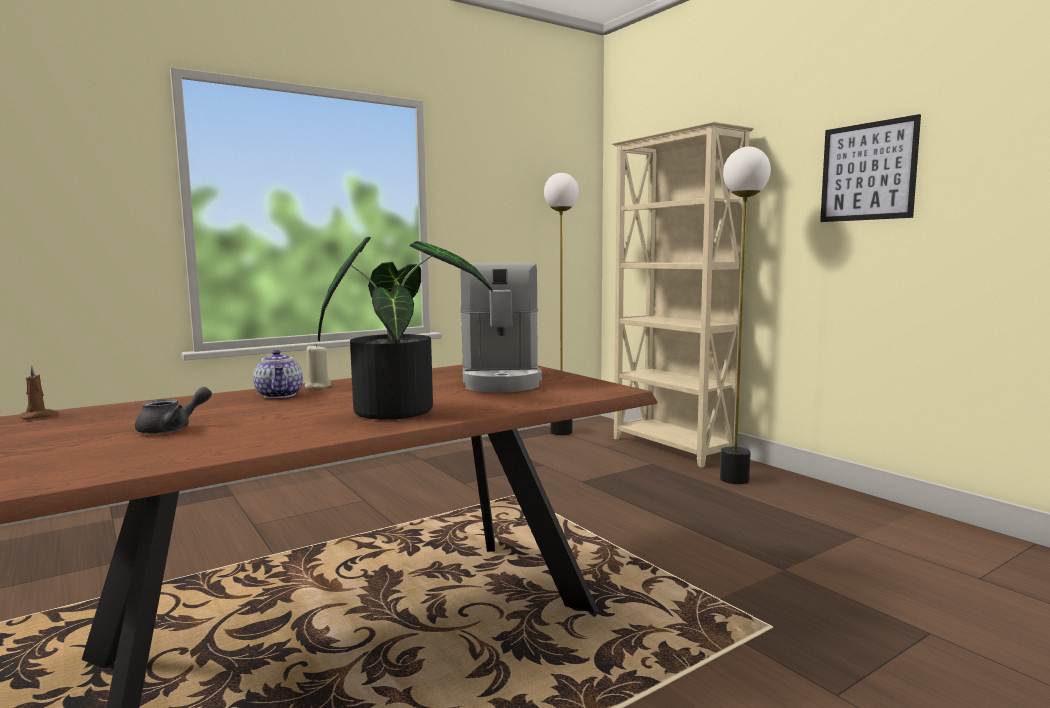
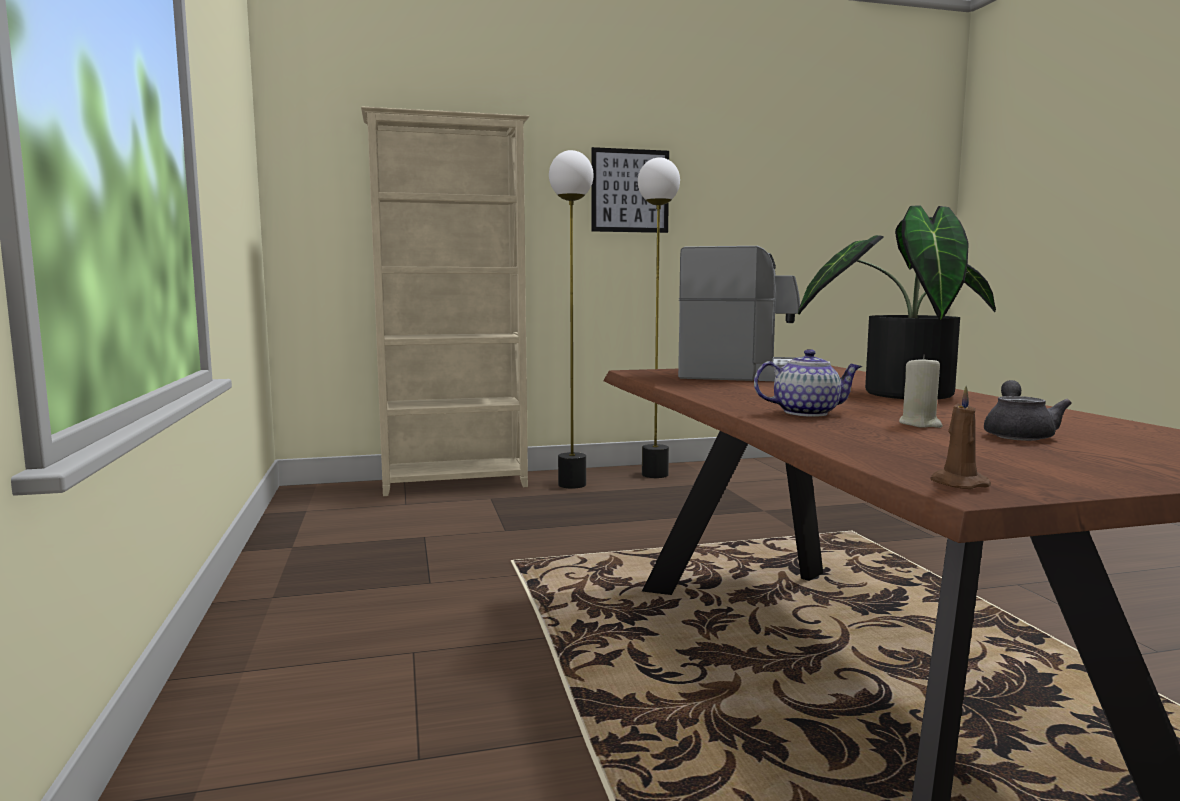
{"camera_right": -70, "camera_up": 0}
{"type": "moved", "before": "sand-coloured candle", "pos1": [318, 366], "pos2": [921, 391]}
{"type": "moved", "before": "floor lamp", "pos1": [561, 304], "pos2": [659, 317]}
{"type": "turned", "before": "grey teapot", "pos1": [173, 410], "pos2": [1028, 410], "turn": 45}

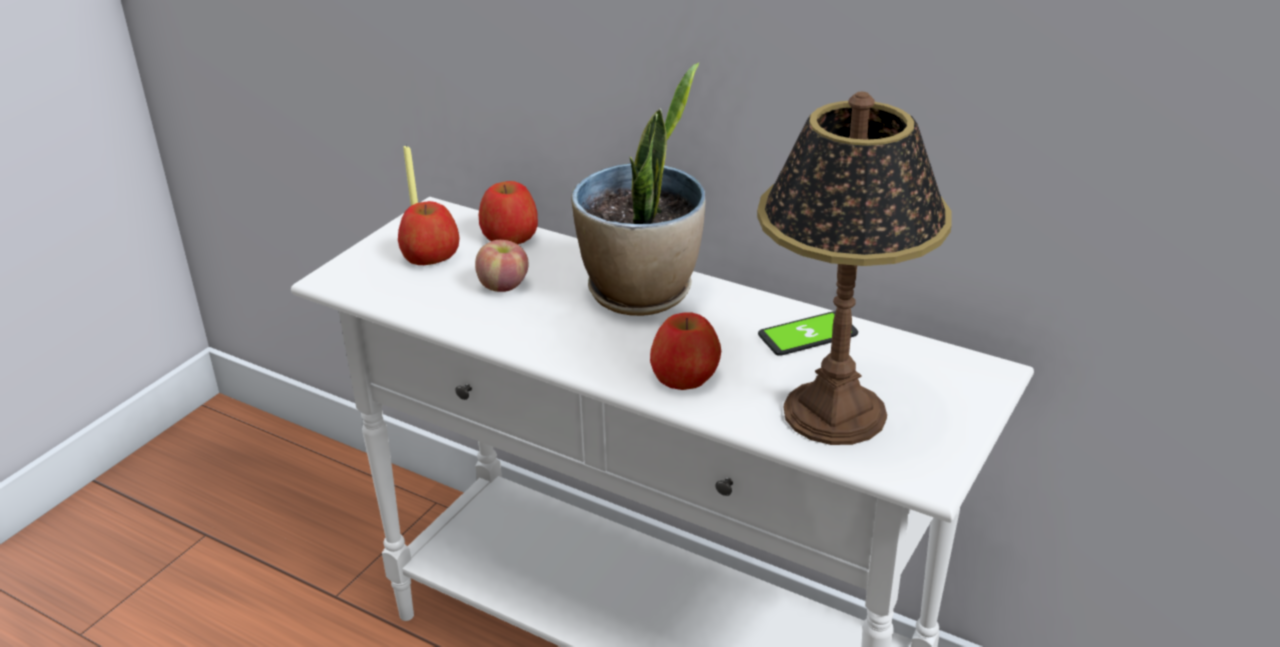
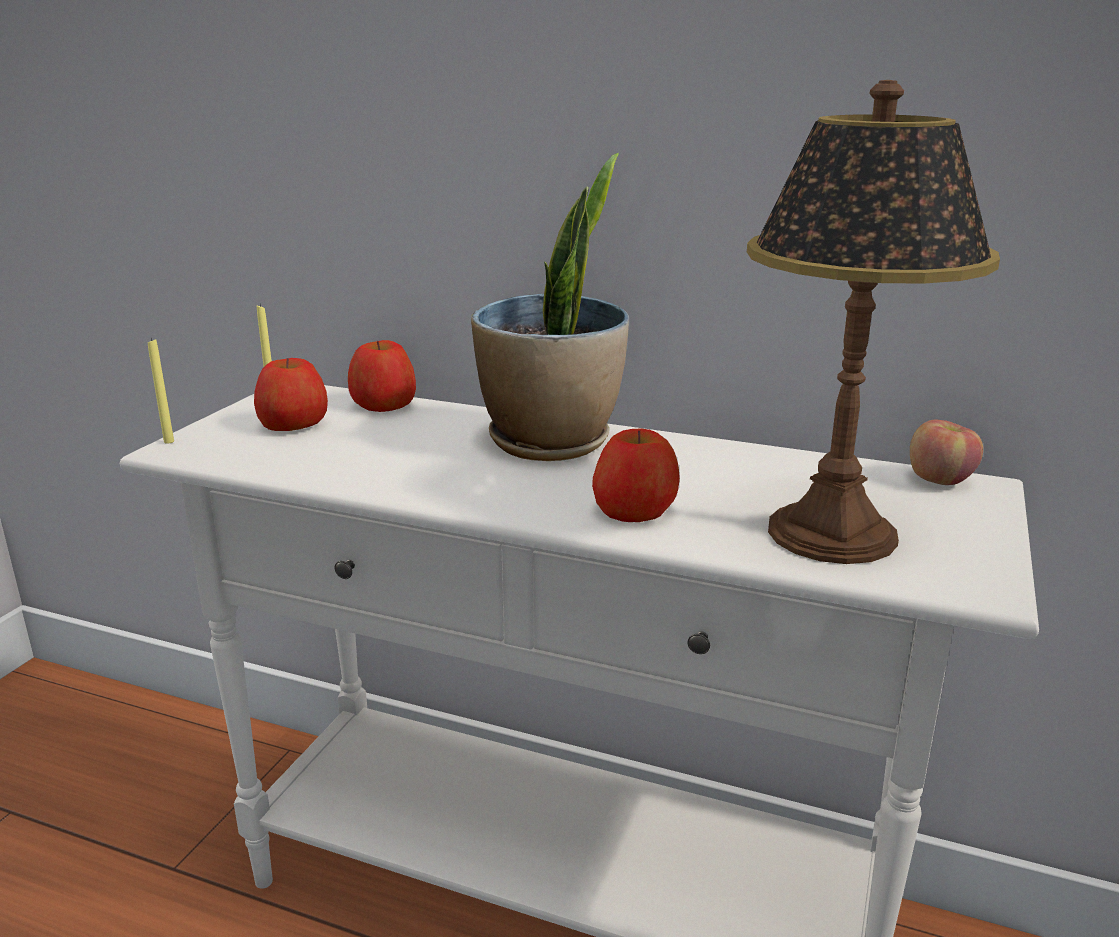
{"camera_right": -10, "camera_up": -10}
{"type": "removed", "before": "handset", "pos1": [808, 333]}
{"type": "added", "after": "yellow candle", "pos2": [161, 391]}
{"type": "moved", "before": "apple", "pos1": [502, 266], "pos2": [946, 452]}

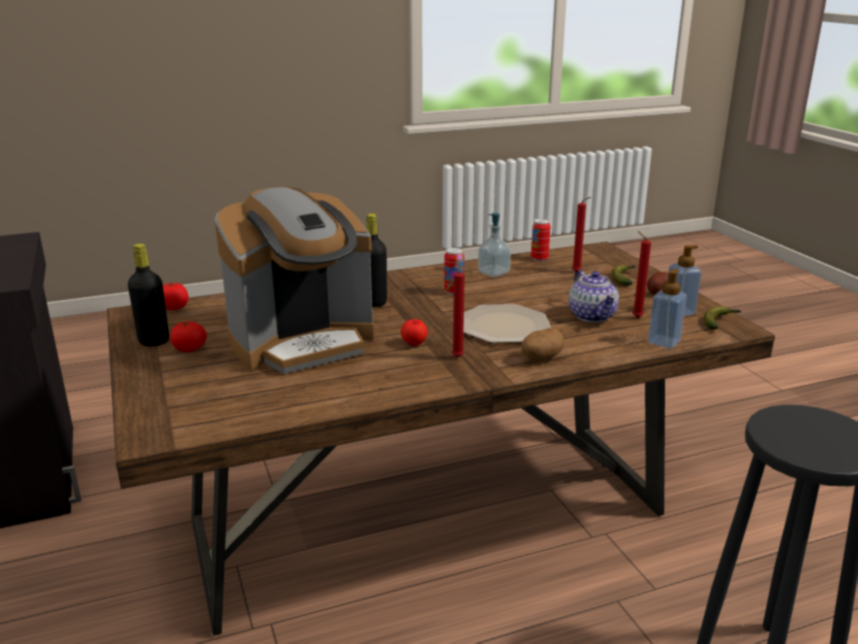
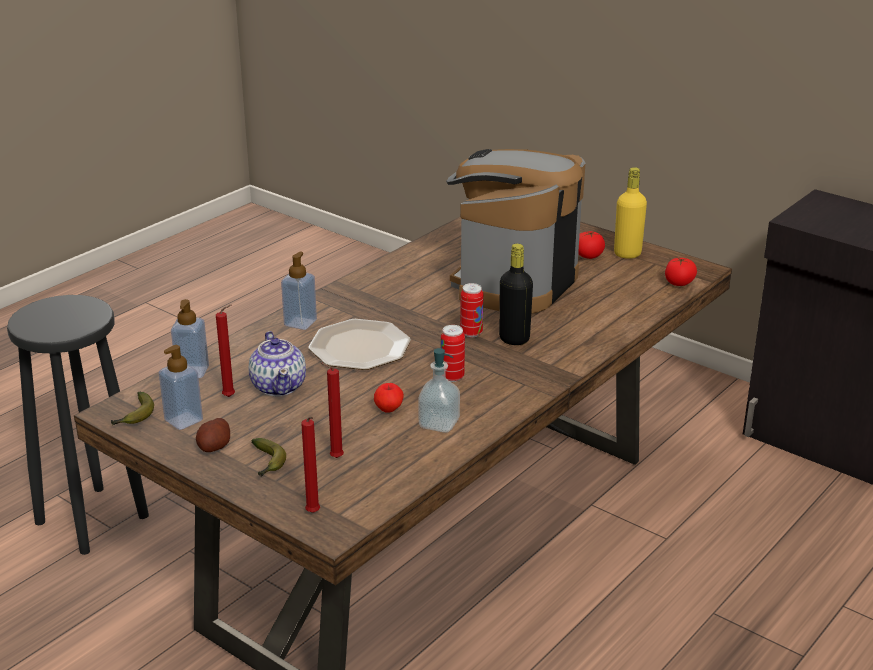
{"camera_right": 150, "camera_up": 5}
{"type": "moved", "before": "apple", "pos1": [414, 332], "pos2": [389, 398]}
{"type": "moved", "before": "red-coloured candle", "pos1": [458, 309], "pos2": [310, 465]}
{"type": "moved", "before": "sealed can", "pos1": [541, 240], "pos2": [472, 310]}
{"type": "replaced", "before": "potato", "after": "soap dispenser", "pos1": [542, 344], "pos2": [299, 291]}
{"type": "recoloured", "before": "black drink bottle", "after": "yellow drink bottle", "pos1": [148, 295], "pos2": [630, 213]}
{"type": "turned", "before": "teapot", "pos1": [594, 296], "pos2": [277, 363], "turn": -150}

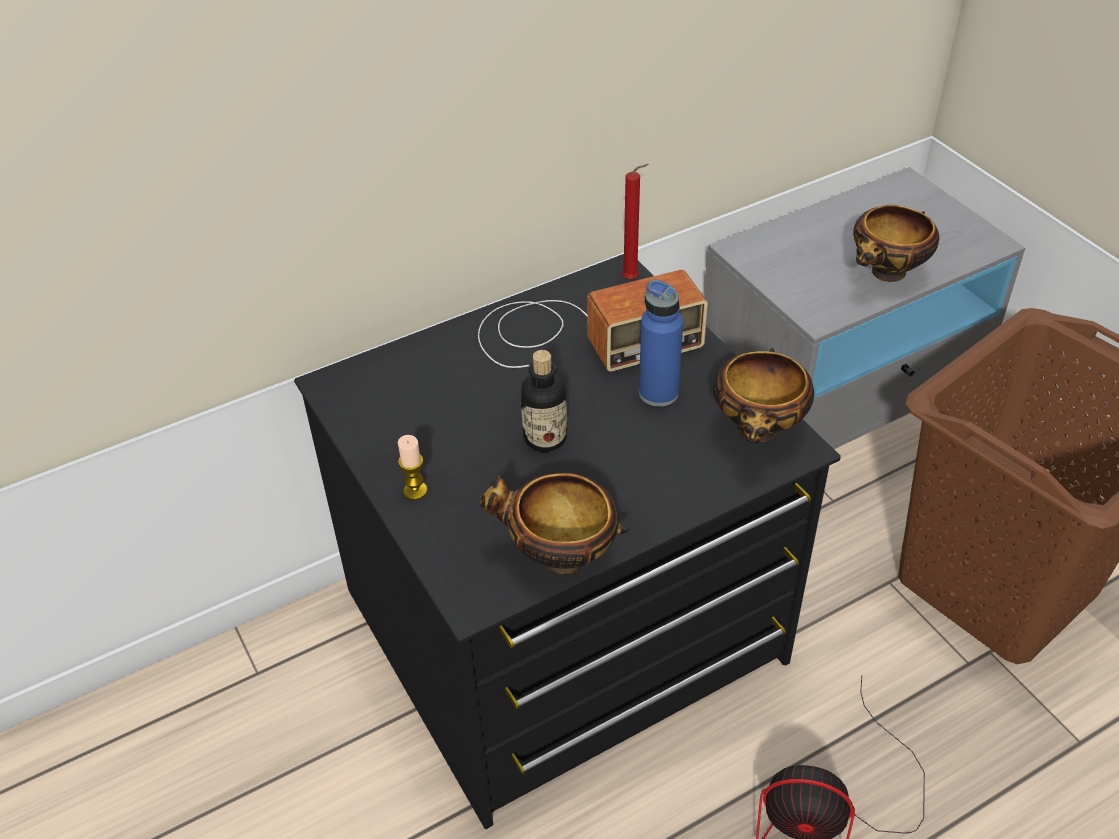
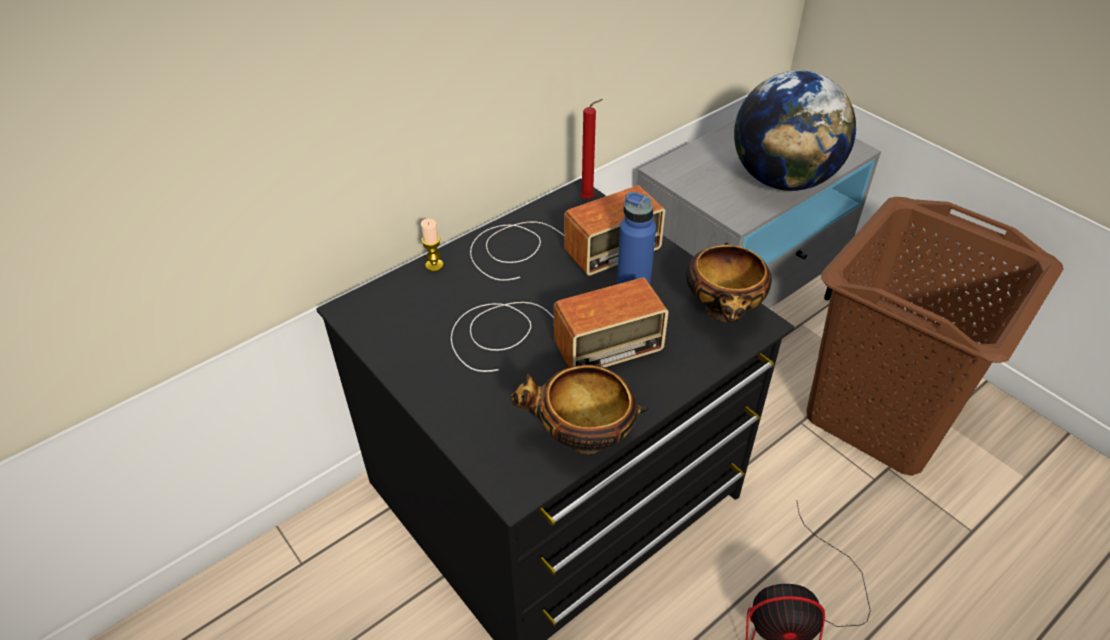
{"camera_right": -10, "camera_up": 0}
{"type": "moved", "before": "candle", "pos1": [413, 467], "pos2": [432, 245]}
{"type": "replaced", "before": "drink bottle", "after": "radio receiver", "pos1": [543, 401], "pos2": [560, 325]}
{"type": "replaced", "before": "serving bowl", "after": "desk globe", "pos1": [896, 243], "pos2": [795, 130]}

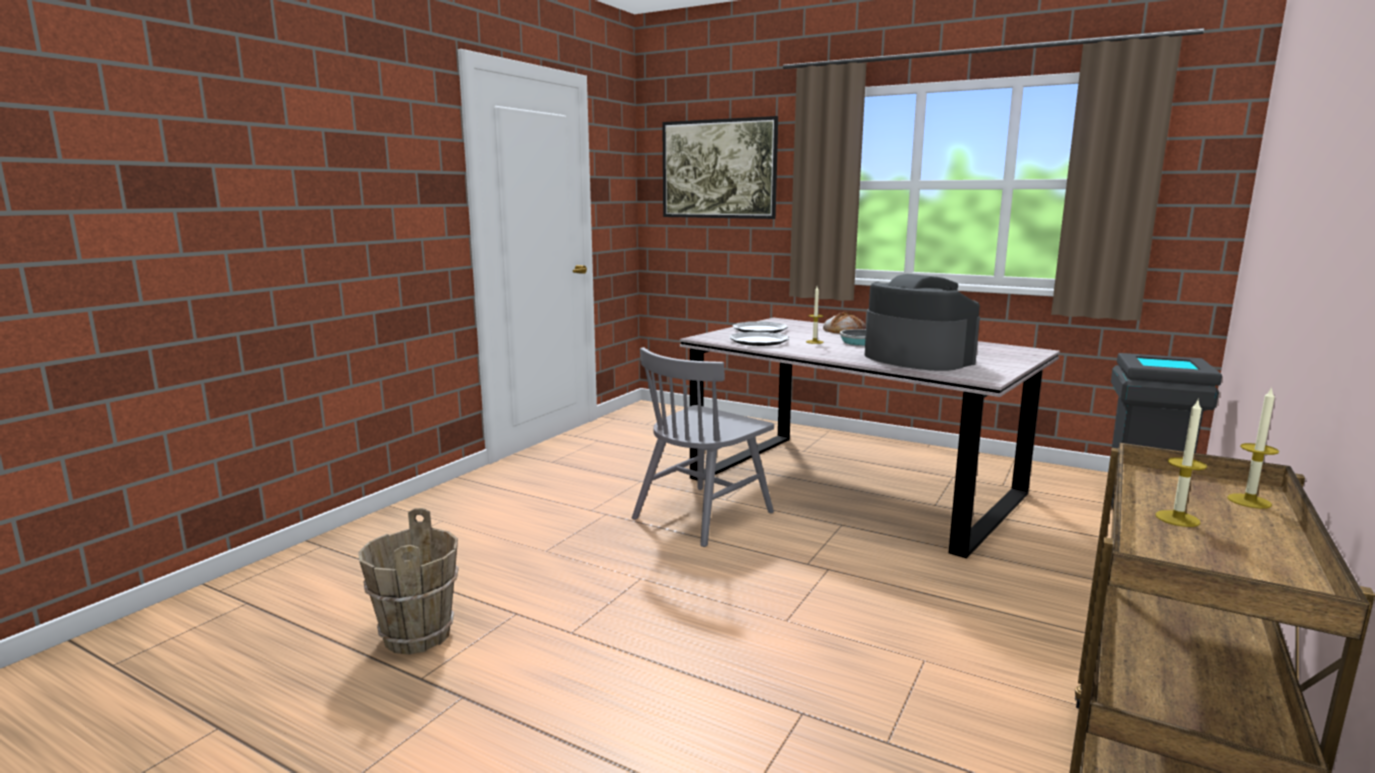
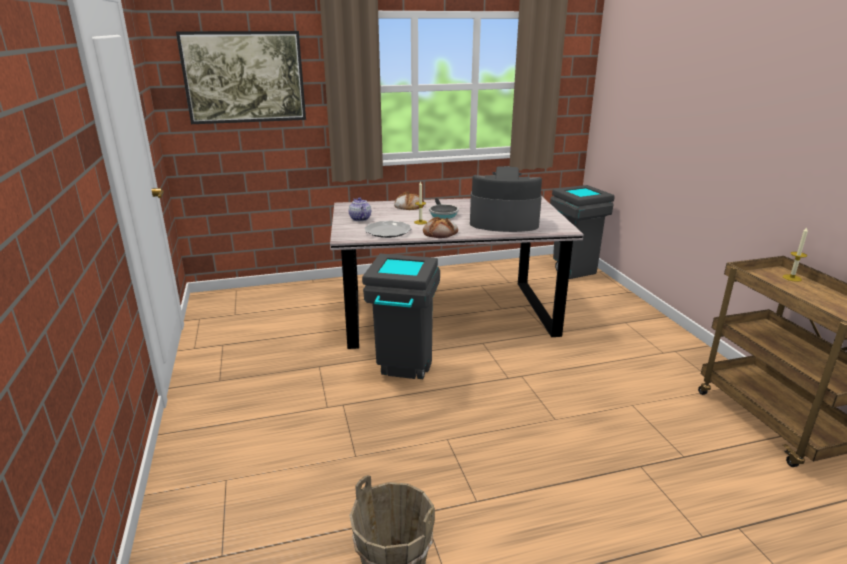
{"camera_right": -45, "camera_up": 10}
{"type": "removed", "before": "candle", "pos1": [1181, 463]}
{"type": "added", "after": "bread", "pos2": [440, 227]}
{"type": "replaced", "before": "grey plain chair", "after": "grey waste bin", "pos1": [703, 447], "pos2": [401, 316]}
{"type": "replaced", "before": "flat dish", "after": "teapot", "pos1": [760, 327], "pos2": [360, 209]}

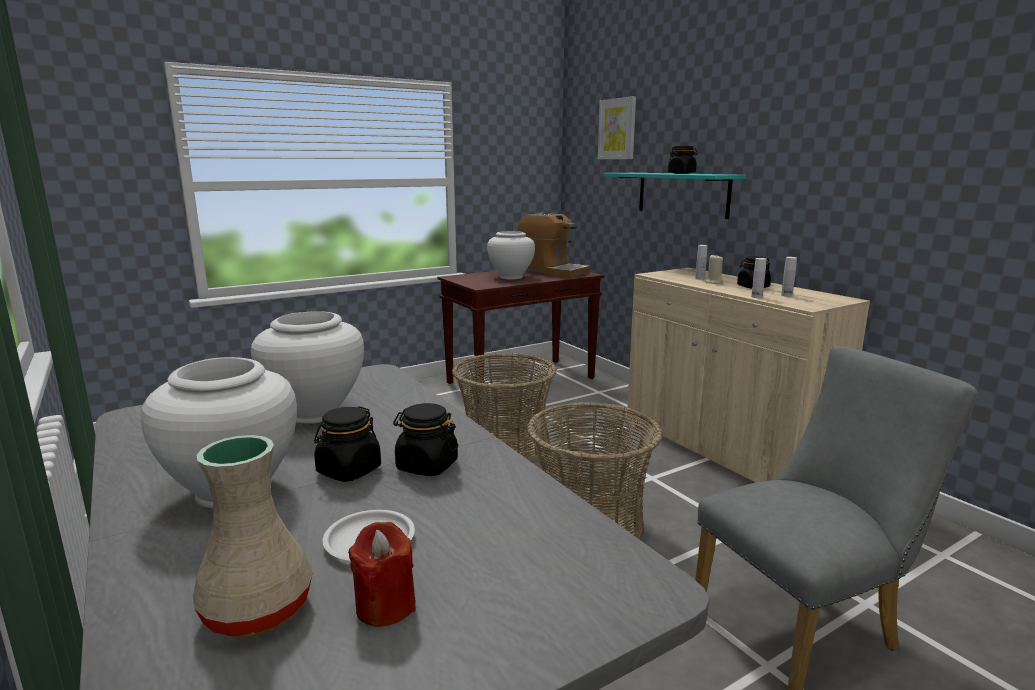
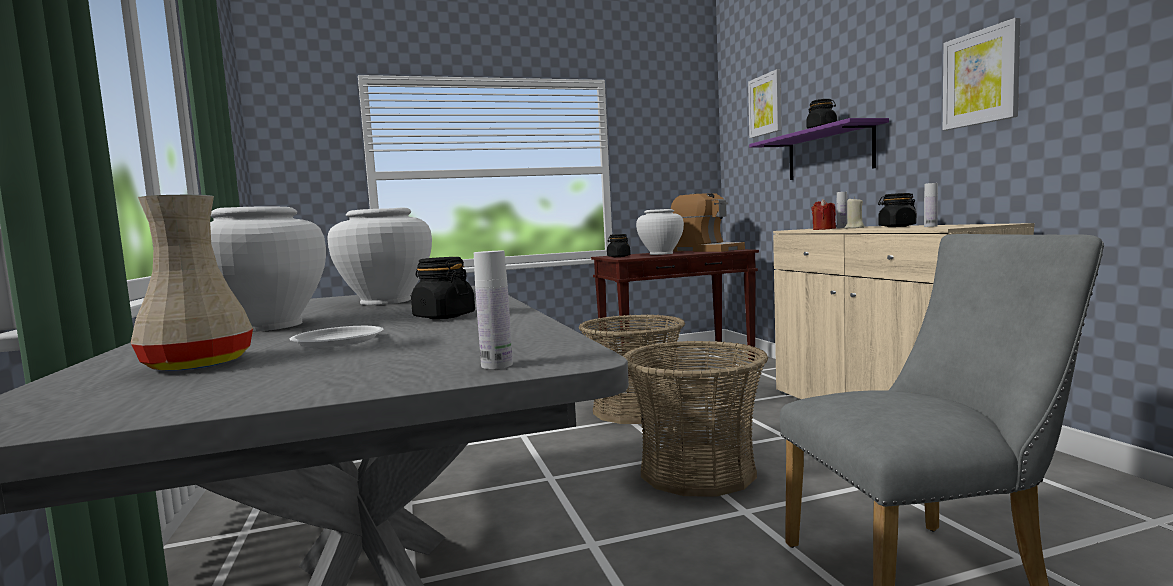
{"camera_right": 15, "camera_up": -10}
{"type": "added", "after": "wall art", "pos2": [981, 74]}
{"type": "moved", "before": "black preserve jar", "pos1": [347, 444], "pos2": [619, 245]}
{"type": "moved", "before": "red-coloured candle", "pos1": [382, 574], "pos2": [824, 214]}
{"type": "moved", "before": "white drink bottle", "pos1": [759, 278], "pos2": [493, 310]}
{"type": "recoloured", "before": "turquoise-coloured wall shelf", "after": "purple-coloured wall shelf", "pos1": [675, 196], "pos2": [819, 149]}

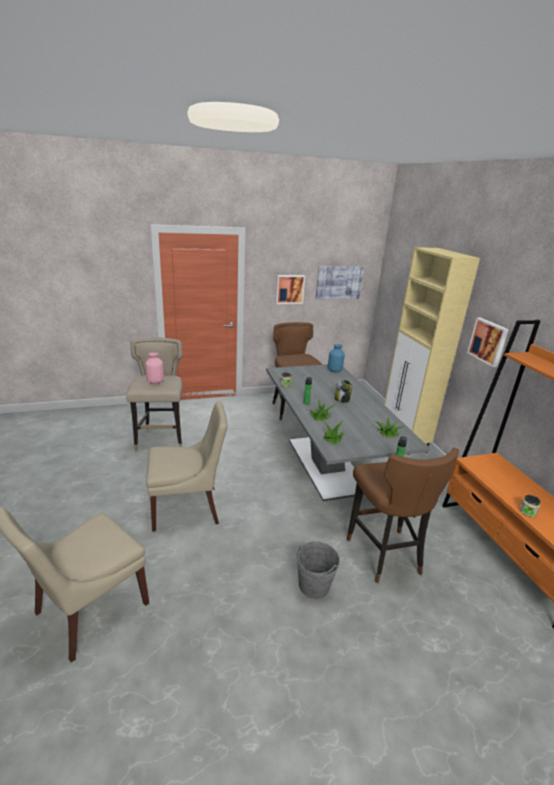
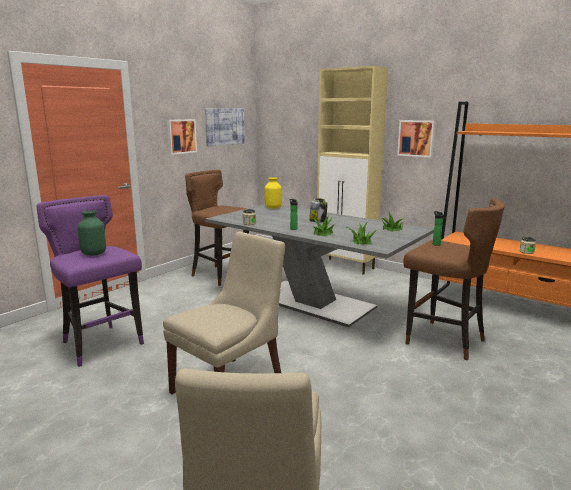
{"camera_right": -35, "camera_up": -10}
{"type": "removed", "before": "grey water bucket", "pos1": [318, 570]}
{"type": "recoloured", "before": "sand-coloured stool", "after": "purple-coloured stool", "pos1": [154, 394], "pos2": [90, 281]}
{"type": "recoloured", "before": "pink vase", "after": "greenish vase", "pos1": [154, 368], "pos2": [91, 233]}
{"type": "recoloured", "before": "blue vase", "after": "yellow vase", "pos1": [336, 358], "pos2": [273, 193]}

